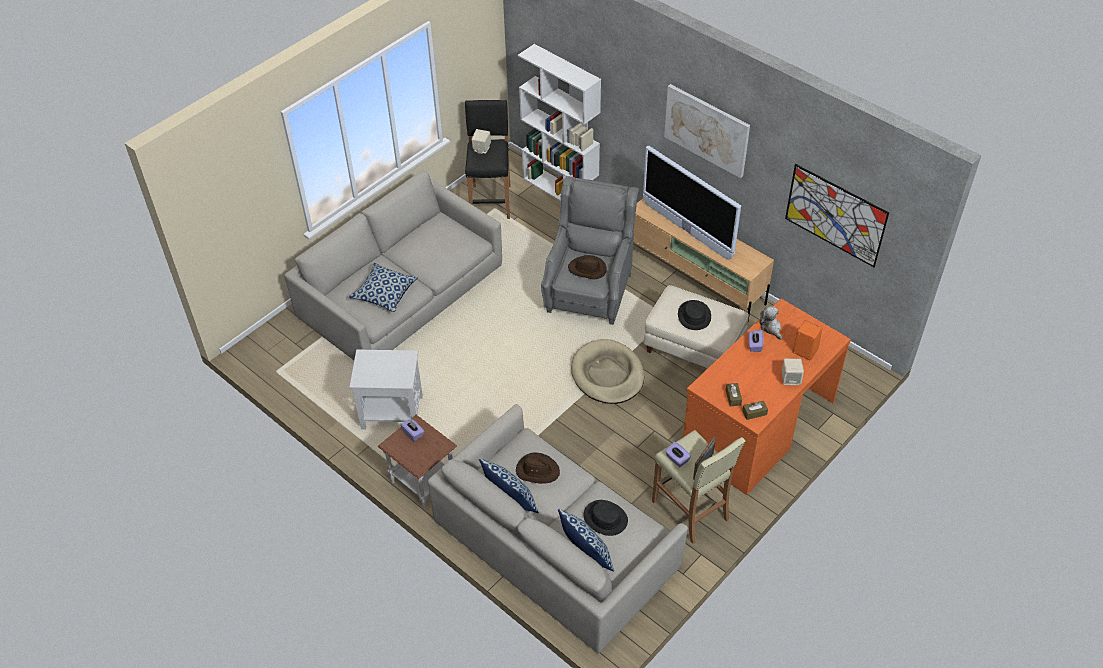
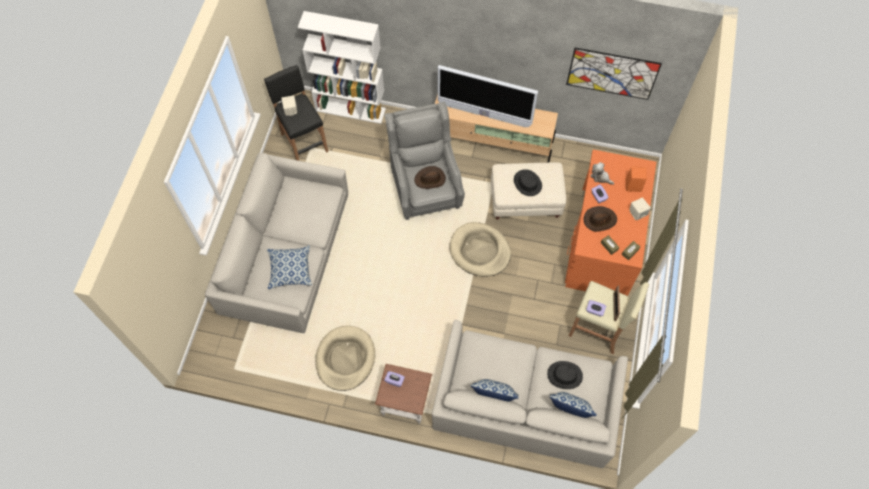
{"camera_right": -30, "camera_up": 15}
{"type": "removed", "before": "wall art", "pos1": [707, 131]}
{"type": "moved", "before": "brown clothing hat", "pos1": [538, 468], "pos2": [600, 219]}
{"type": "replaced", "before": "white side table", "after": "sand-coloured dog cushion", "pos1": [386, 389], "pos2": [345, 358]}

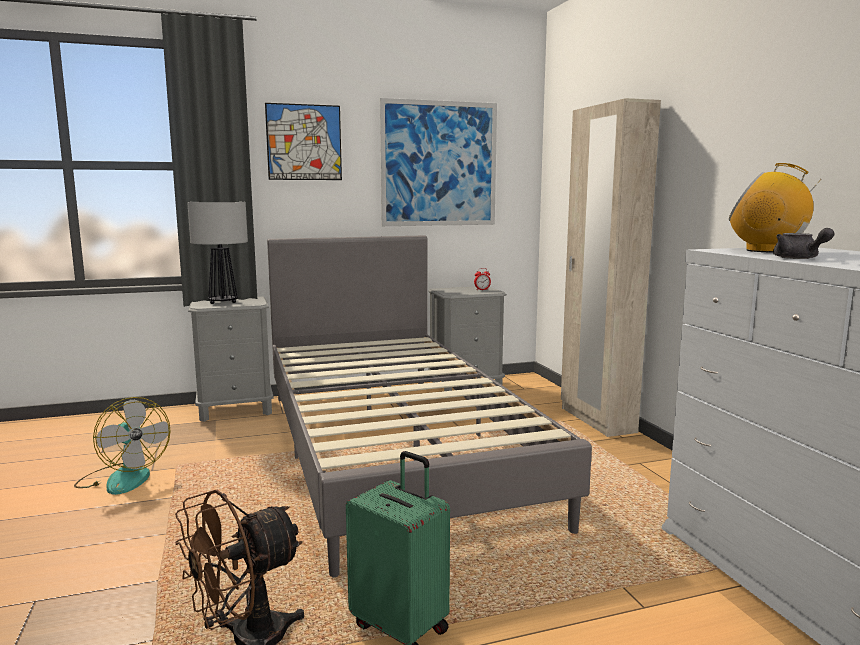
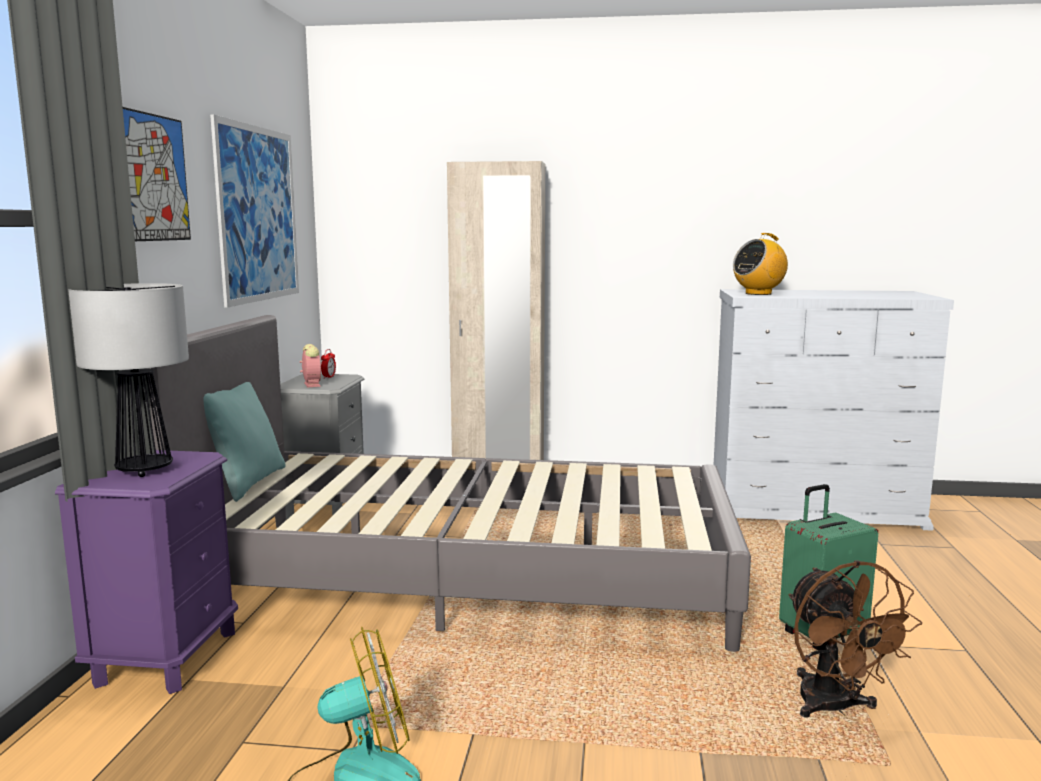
{"camera_right": -65, "camera_up": 0}
{"type": "removed", "before": "grey teapot", "pos1": [803, 243]}
{"type": "added", "after": "turquoise-coloured cushion", "pos2": [244, 442]}
{"type": "added", "after": "table clock", "pos2": [310, 366]}
{"type": "recoloured", "before": "grey nightstand", "after": "purple-coloured nightstand", "pos1": [231, 359], "pos2": [146, 572]}

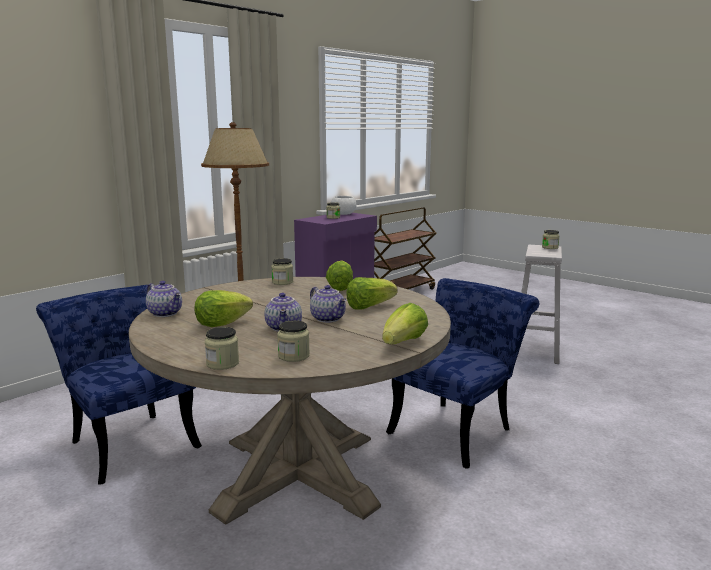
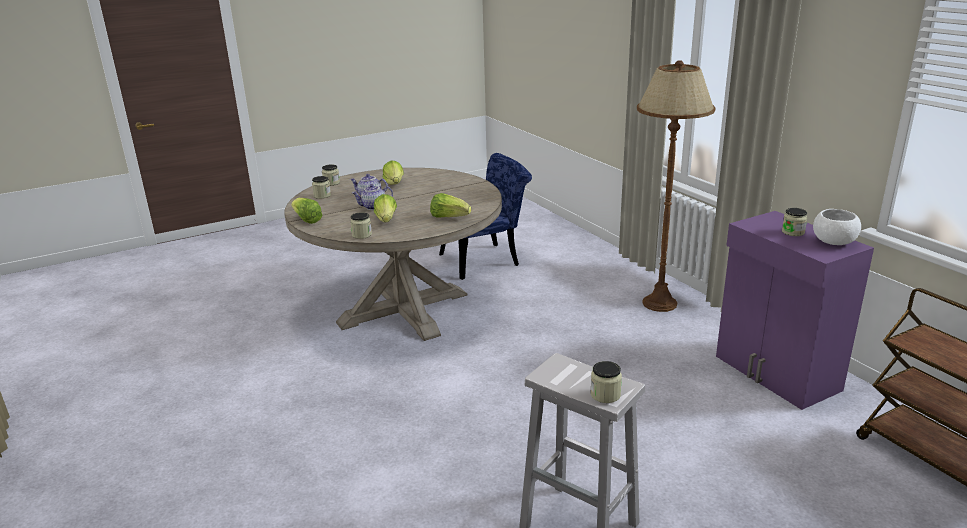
{"camera_right": 110, "camera_up": 10}
{"type": "removed", "before": "teapot", "pos1": [164, 299]}
{"type": "removed", "before": "blue plain chair", "pos1": [462, 373]}
{"type": "moved", "before": "preserve jar", "pos1": [282, 271], "pos2": [361, 225]}

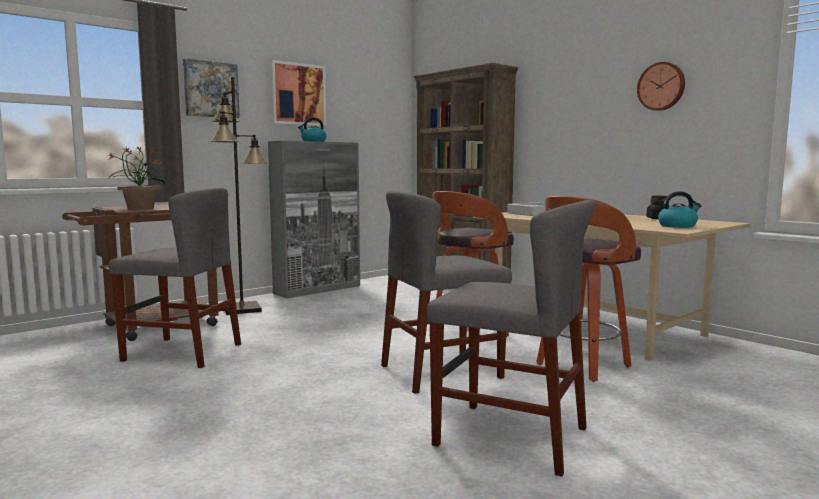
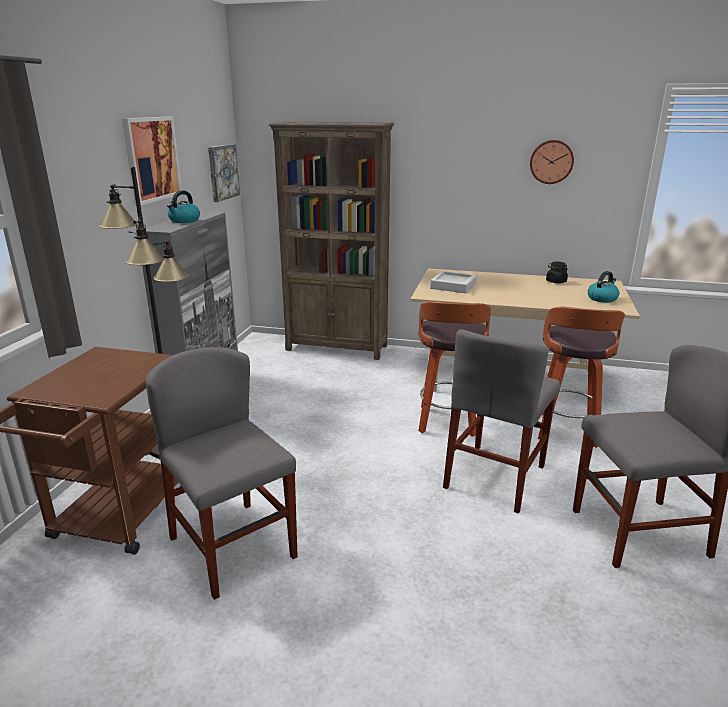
{"camera_right": -35, "camera_up": 15}
{"type": "removed", "before": "potted plant", "pos1": [136, 178]}
{"type": "moved", "before": "wall art", "pos1": [211, 88], "pos2": [224, 173]}
{"type": "turned", "before": "grey plain chair", "pos1": [175, 277], "pos2": [221, 473], "turn": -105}

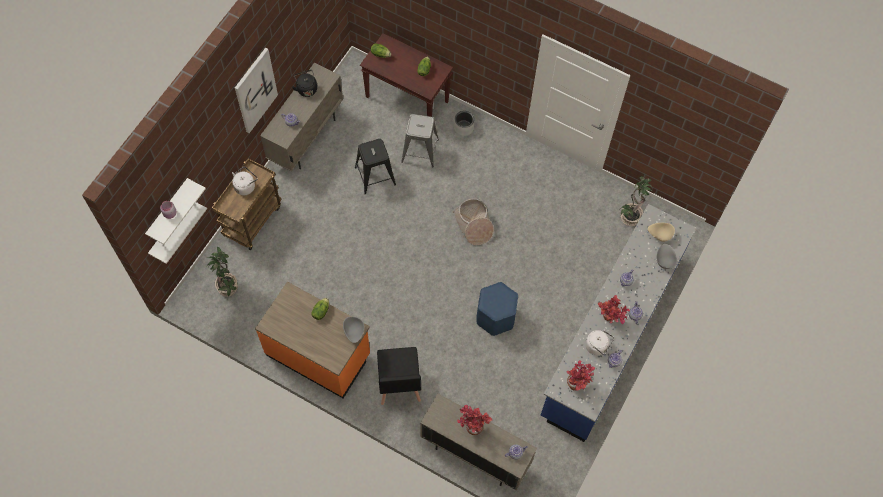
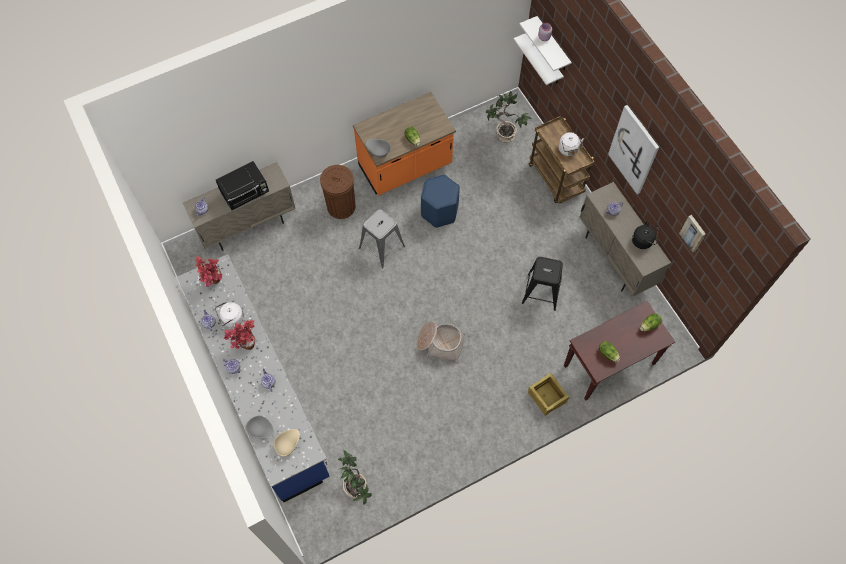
{"camera_right": 125, "camera_up": 0}
{"type": "added", "after": "wall art", "pos2": [692, 233]}
{"type": "moved", "before": "grey stool", "pos1": [420, 140], "pos2": [382, 238]}
{"type": "moved", "before": "blue stool", "pos1": [497, 309], "pos2": [440, 201]}
{"type": "replaced", "before": "black plain chair", "after": "brown waste bin", "pos1": [399, 376], "pos2": [337, 192]}
{"type": "replaced", "before": "grey plant pot", "after": "crate", "pos1": [464, 123], "pos2": [548, 394]}
{"type": "replaced", "before": "potted plant", "after": "black kitchen microwave", "pos1": [474, 420], "pos2": [242, 186]}

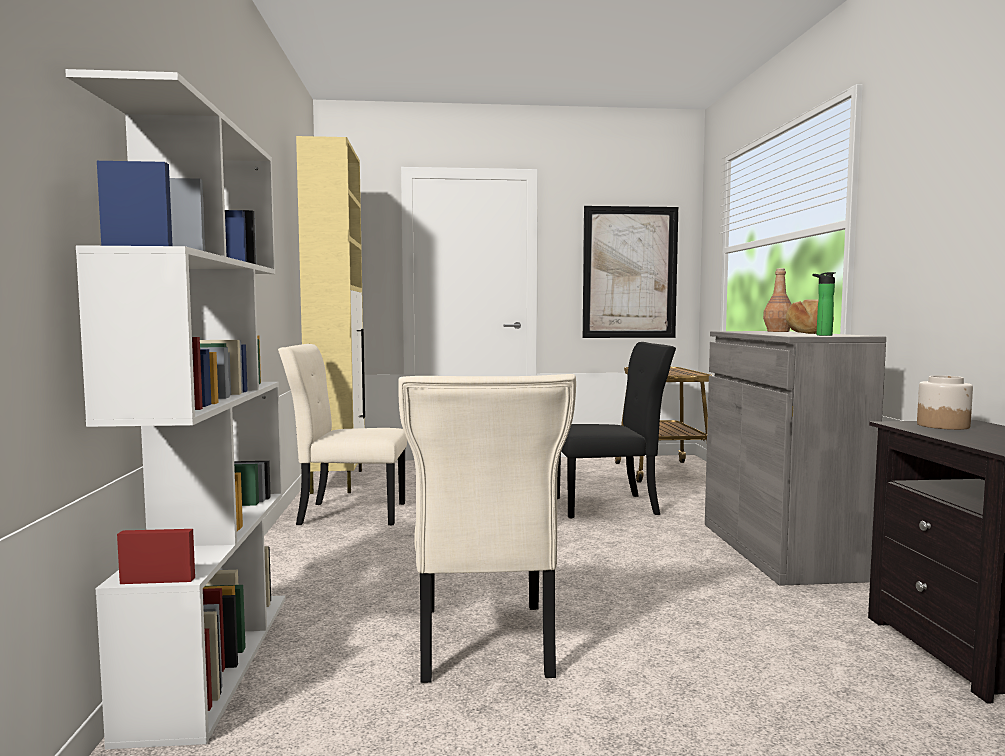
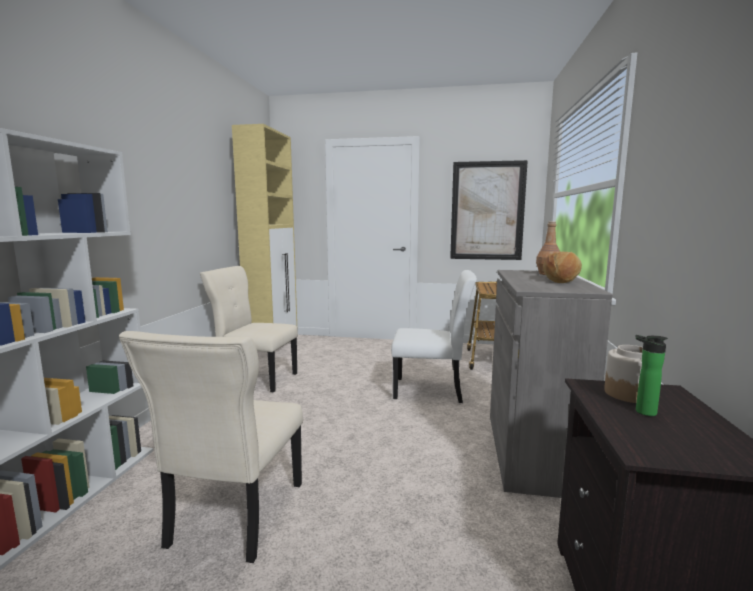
{"camera_right": 15, "camera_up": 5}
{"type": "moved", "before": "drink bottle", "pos1": [824, 304], "pos2": [652, 375]}
{"type": "recoloured", "before": "black plain chair", "after": "white plain chair", "pos1": [616, 430], "pos2": [434, 336]}

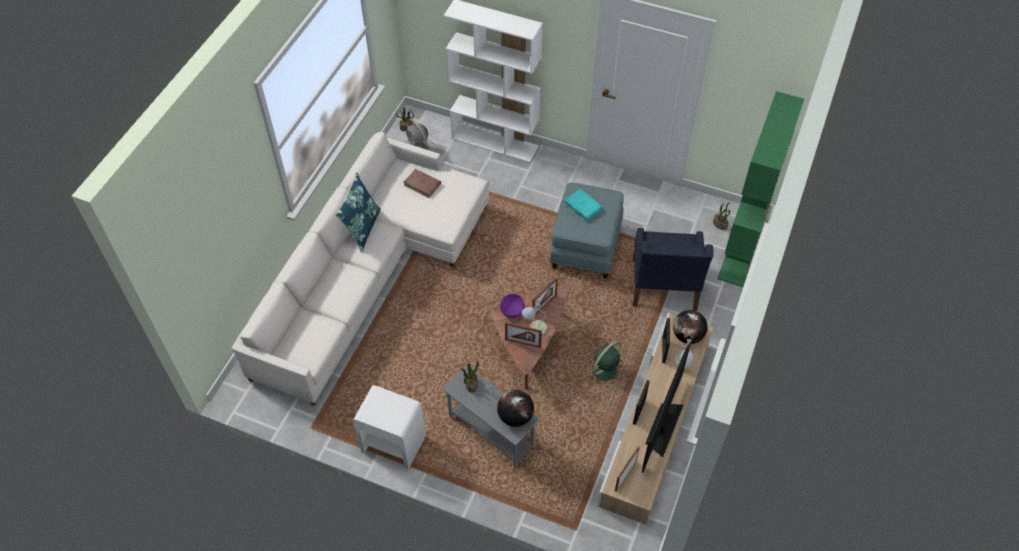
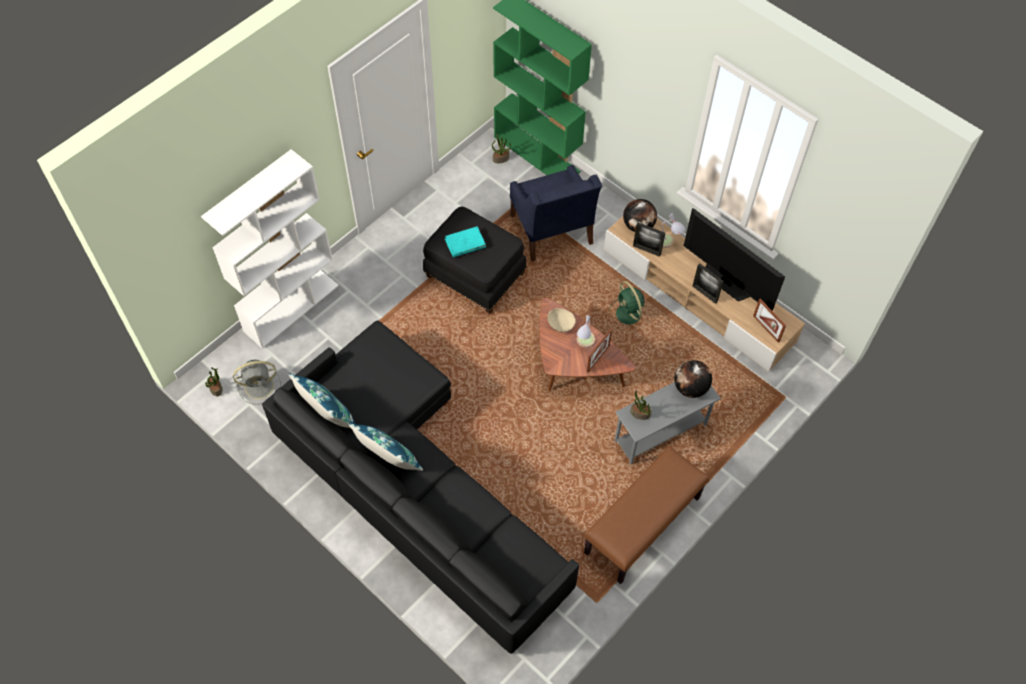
{"camera_right": -70, "camera_up": 5}
{"type": "removed", "before": "brown volume", "pos1": [422, 183]}
{"type": "removed", "before": "purple-coloured serving bowl", "pos1": [512, 306]}
{"type": "added", "after": "blue cushion", "pos2": [322, 400]}
{"type": "replaced", "before": "white nightstand", "after": "brown indoor bench", "pos1": [389, 427], "pos2": [646, 515]}
{"type": "replaced", "before": "standing frame", "after": "sand-coloured serving bowl", "pos1": [545, 296], "pos2": [561, 320]}
{"type": "recoloured", "before": "white sofa", "after": "black sofa", "pos1": [360, 269], "pos2": [420, 487]}
{"type": "recoloured", "before": "blue ottoman", "after": "black ottoman", "pos1": [587, 231], "pos2": [475, 260]}
{"type": "turned", "before": "blue armchair", "pos1": [673, 269], "pos2": [556, 213], "turn": 45}

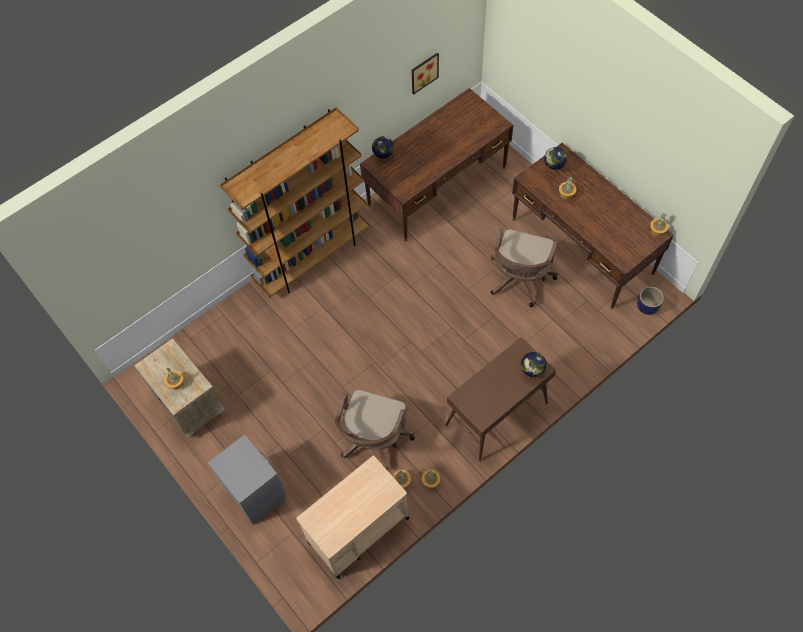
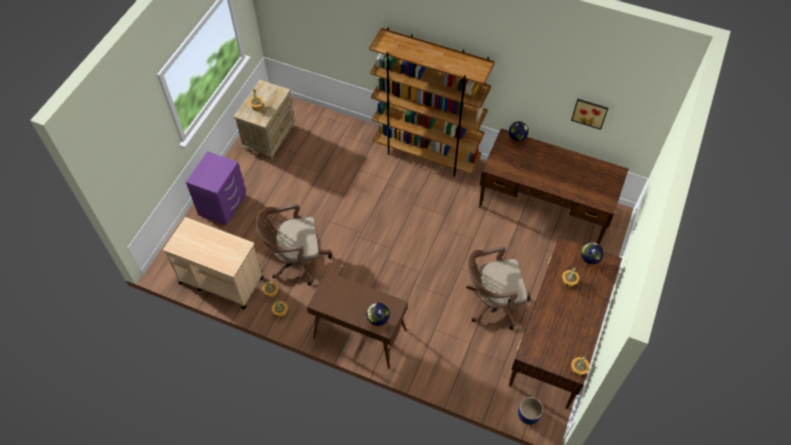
{"camera_right": 60, "camera_up": -5}
{"type": "recoloured", "before": "grey nightstand", "after": "purple-coloured nightstand", "pos1": [247, 479], "pos2": [216, 188]}

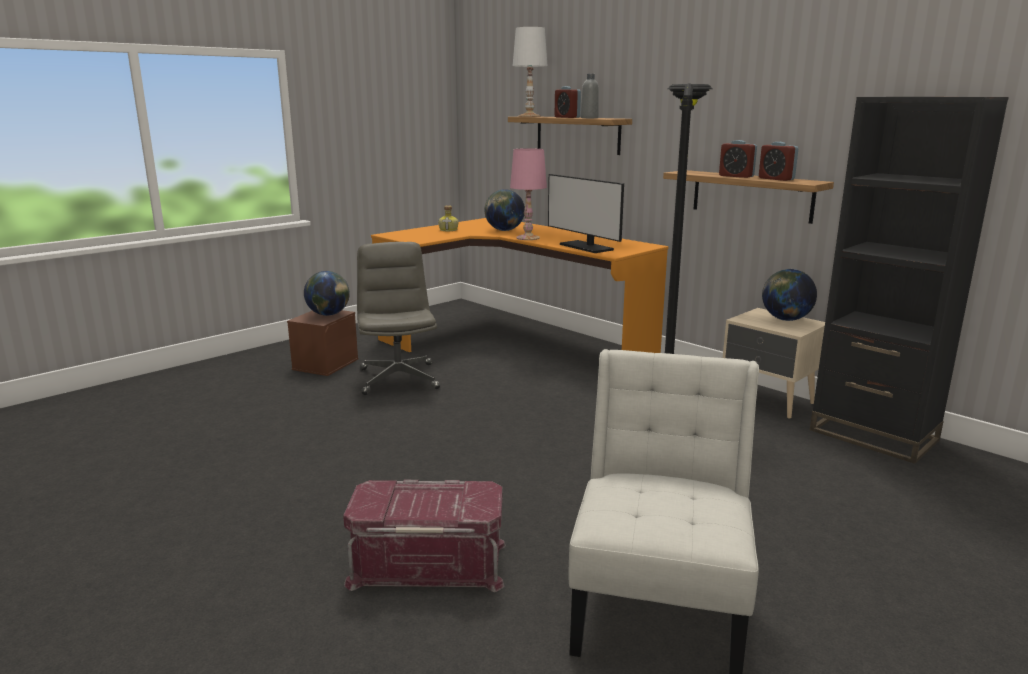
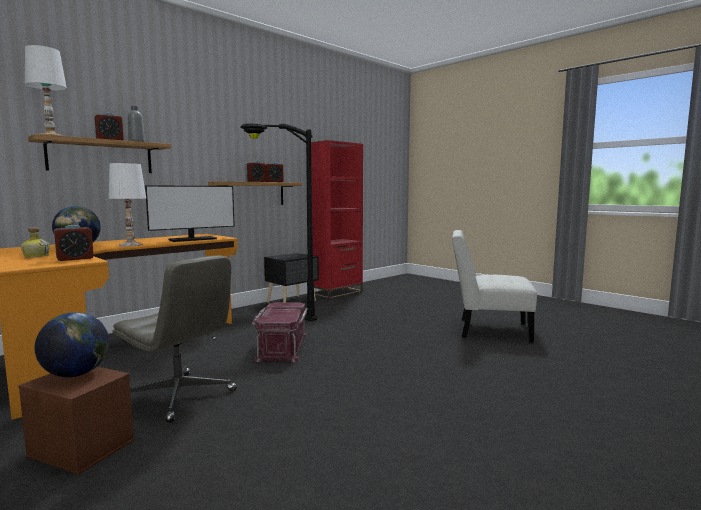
{"camera_right": -90, "camera_up": -10}
{"type": "removed", "before": "desk globe", "pos1": [789, 295]}
{"type": "added", "after": "table clock", "pos2": [74, 243]}
{"type": "moved", "before": "red-coloured storage box", "pos1": [424, 536], "pos2": [280, 332]}
{"type": "recoloured", "before": "pink lamp for a table", "after": "white lamp for a table", "pos1": [528, 194], "pos2": [127, 204]}
{"type": "recoloured", "before": "sand-coloured nightstand", "after": "black nightstand", "pos1": [774, 363], "pos2": [291, 278]}
{"type": "recoloured", "before": "black shelving unit", "after": "red-coloured shelving unit", "pos1": [909, 280], "pos2": [334, 220]}
{"type": "turned", "before": "grey computer chair", "pos1": [398, 318], "pos2": [174, 339], "turn": -135}

